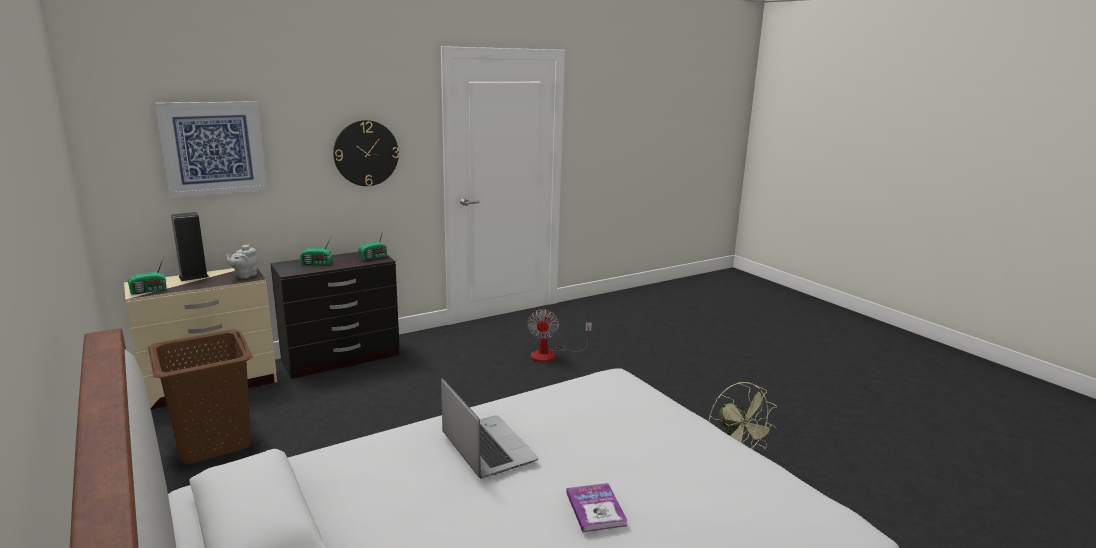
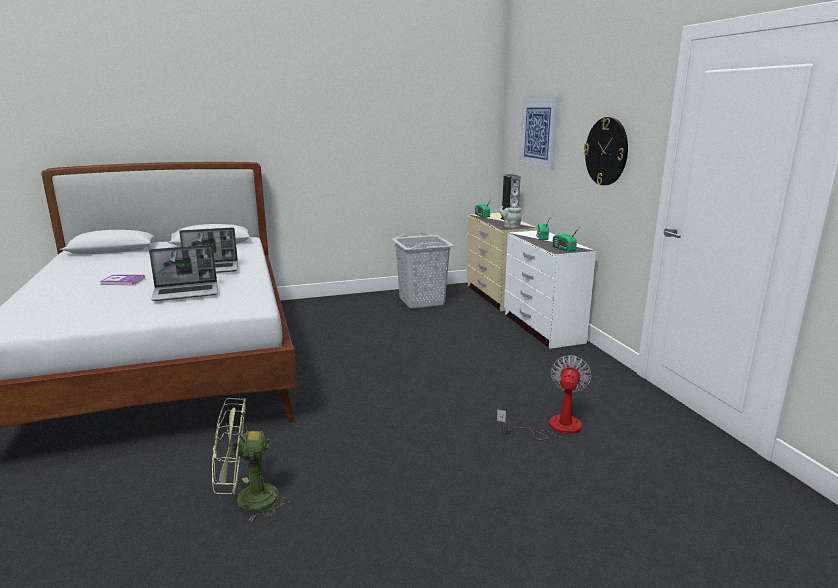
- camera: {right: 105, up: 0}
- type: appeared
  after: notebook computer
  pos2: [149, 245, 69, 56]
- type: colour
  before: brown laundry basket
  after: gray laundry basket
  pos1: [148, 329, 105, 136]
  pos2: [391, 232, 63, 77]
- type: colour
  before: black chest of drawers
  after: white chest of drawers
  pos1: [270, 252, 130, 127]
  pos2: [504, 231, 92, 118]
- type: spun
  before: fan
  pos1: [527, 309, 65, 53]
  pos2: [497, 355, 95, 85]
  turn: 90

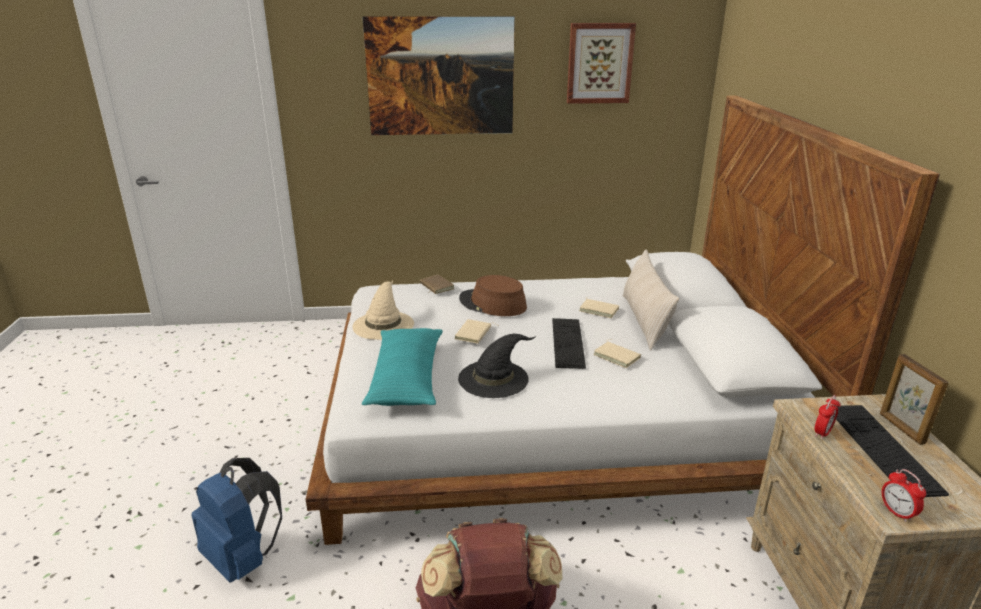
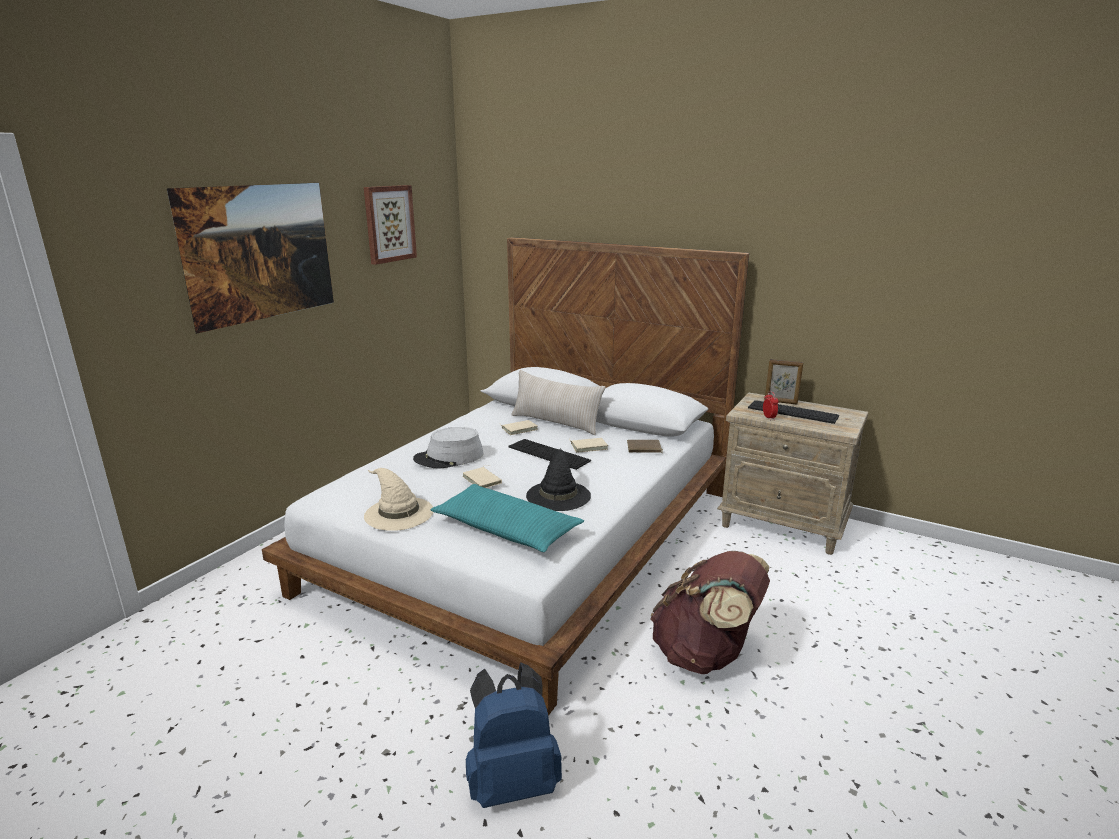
- camera: {right: -55, up: -5}
- type: missing
  before: table clock
  pos1: [882, 469, 44, 53]
- type: relocated
  before: brown bound book
  pos1: [420, 274, 34, 20]
  pos2: [627, 440, 36, 13]
- type: colour
  before: brown clothing hat
  after: gray clothing hat
  pos1: [459, 275, 68, 41]
  pos2: [413, 427, 70, 42]

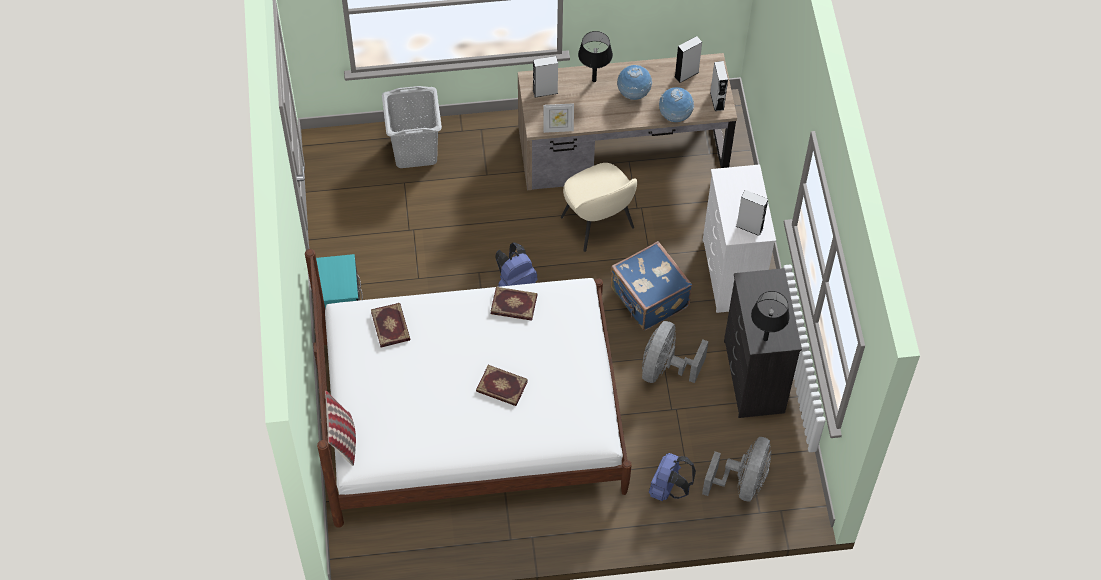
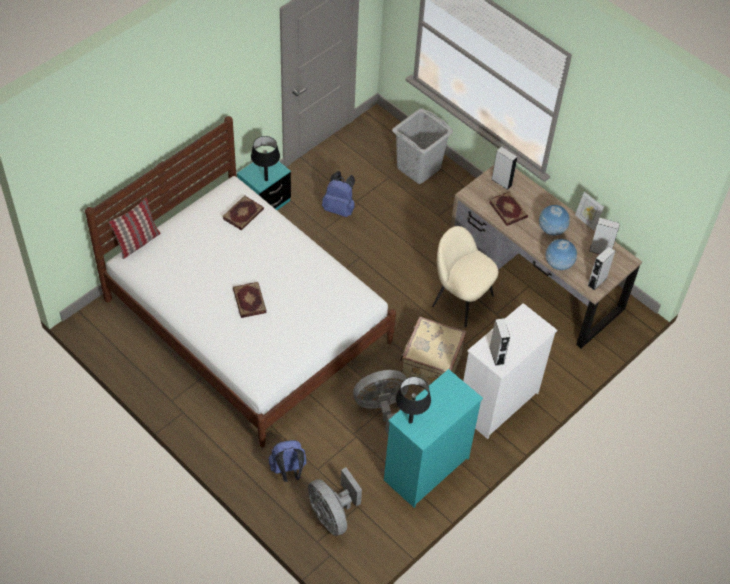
- camera: {right: 50, up: -5}
- type: relocated
  before: bound book
  pos1: [490, 287, 47, 34]
  pos2: [489, 191, 39, 35]
- type: relocated
  before: bluish backpack
  pos1: [495, 242, 42, 45]
  pos2: [322, 171, 33, 46]
- type: relocated
  before: picture frame
  pos1: [543, 103, 31, 30]
  pos2: [575, 192, 29, 38]
- type: relocated
  before: black table lamp
  pos1: [578, 31, 35, 51]
  pos2: [251, 136, 29, 45]
- type: colour
  before: bluish suitcase
  after: beige suitcase
  pos1: [611, 241, 81, 90]
  pos2: [400, 317, 66, 68]
- type: colour
  before: black chest of drawers
  after: blue-green chest of drawers
  pos1: [724, 268, 78, 150]
  pos2: [384, 369, 99, 139]
- type: spun
  before: beige chair
  pos1: [561, 163, 76, 89]
  pos2: [432, 226, 66, 102]
  turn: 105
- type: spun
  before: gray fan
  pos1: [702, 437, 69, 65]
  pos2: [308, 467, 54, 69]
  turn: 75

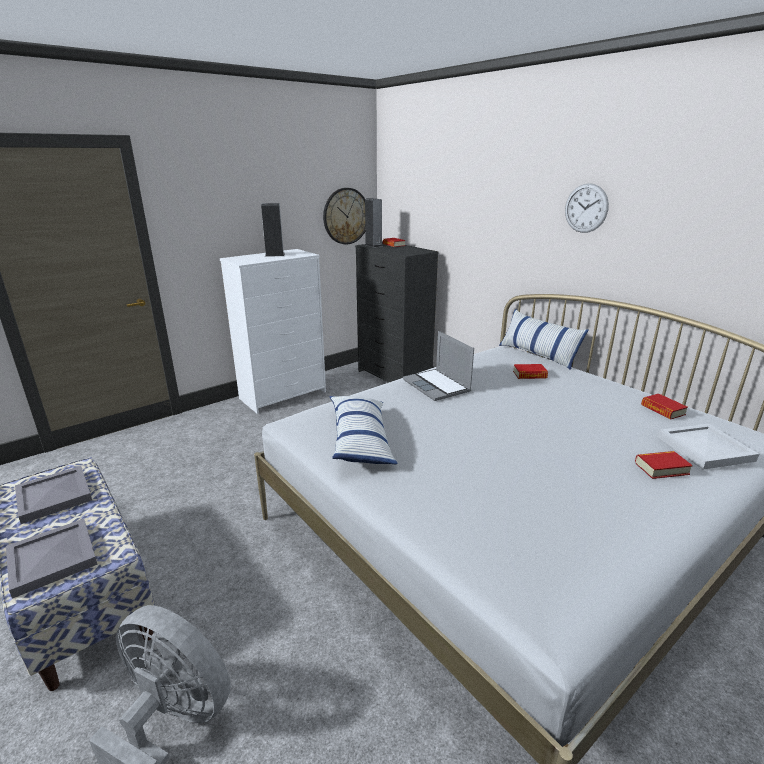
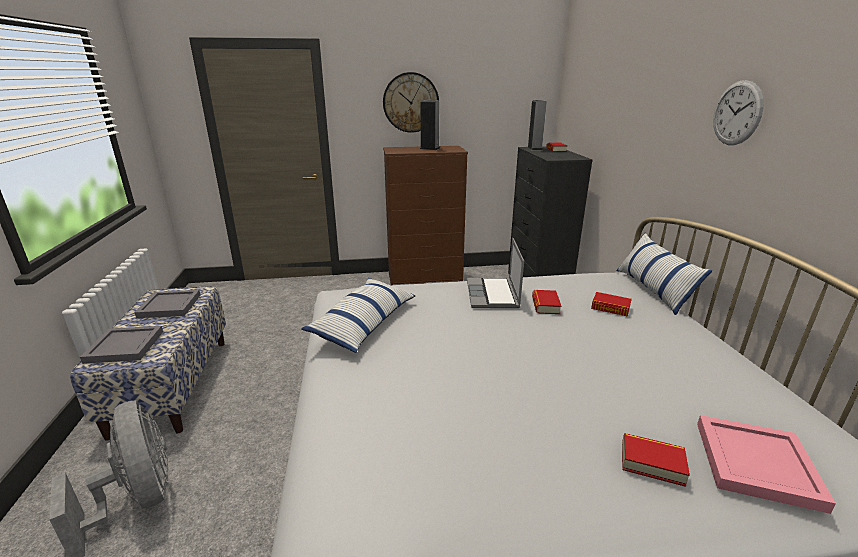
- camera: {right: 30, up: 0}
- type: relocated
  before: hanging clock
  pos1: [323, 188, 42, 56]
  pos2: [383, 72, 56, 61]
- type: relocated
  before: bound book
  pos1: [641, 394, 47, 25]
  pos2: [532, 290, 29, 24]
- type: colour
  before: white chest of drawers
  after: brown chest of drawers
  pos1: [220, 249, 106, 165]
  pos2: [383, 146, 85, 139]
- type: colour
  before: white tray
  after: pink-coloured tray
  pos1: [658, 424, 101, 45]
  pos2: [697, 415, 139, 99]

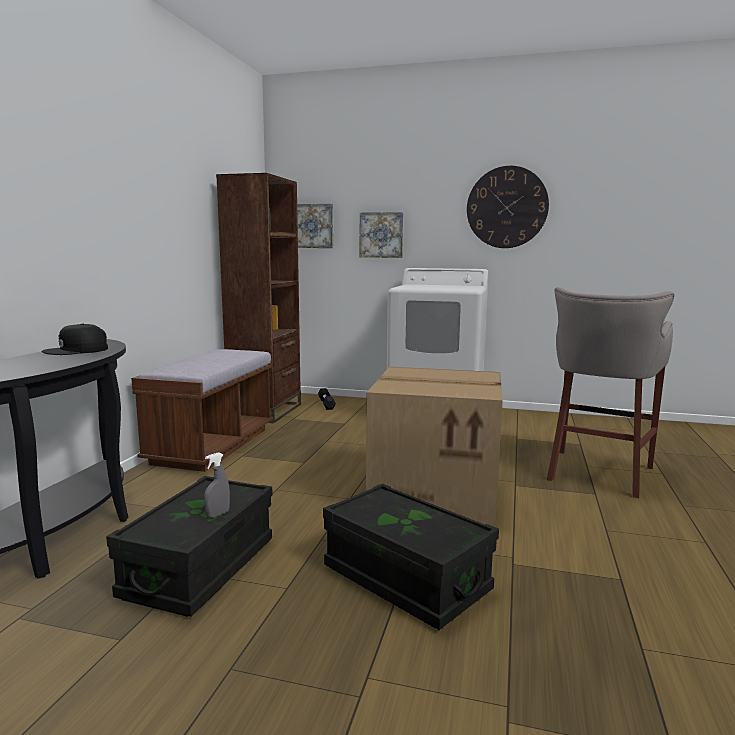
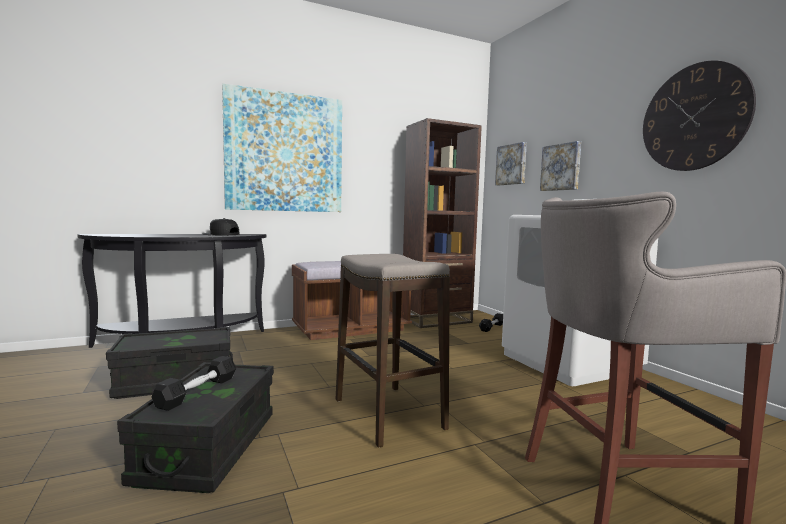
- camera: {right: 50, up: -5}
- type: missing
  before: gray sprayer
  pos1: [204, 452, 26, 66]
- type: appeared
  after: black hand weight
  pos2: [151, 356, 85, 55]
- type: appeared
  after: wall picture
  pos2: [222, 84, 120, 128]
- type: exchanged
  before: cardboard box
  after: sitting stool
  pos1: [366, 367, 137, 160]
  pos2: [336, 254, 114, 194]

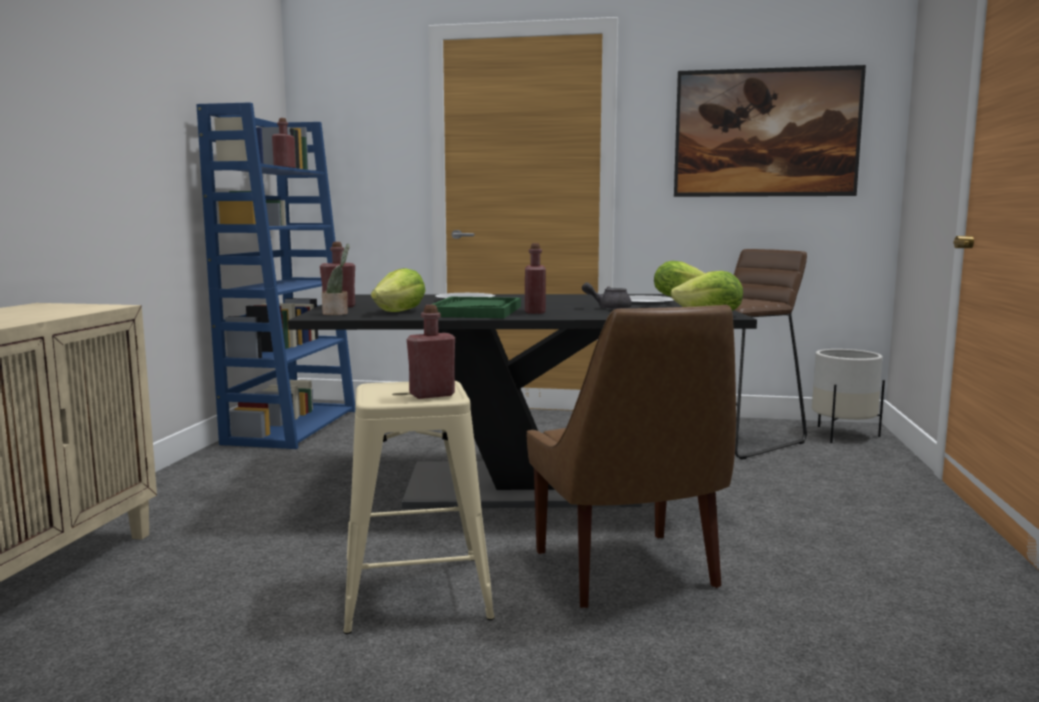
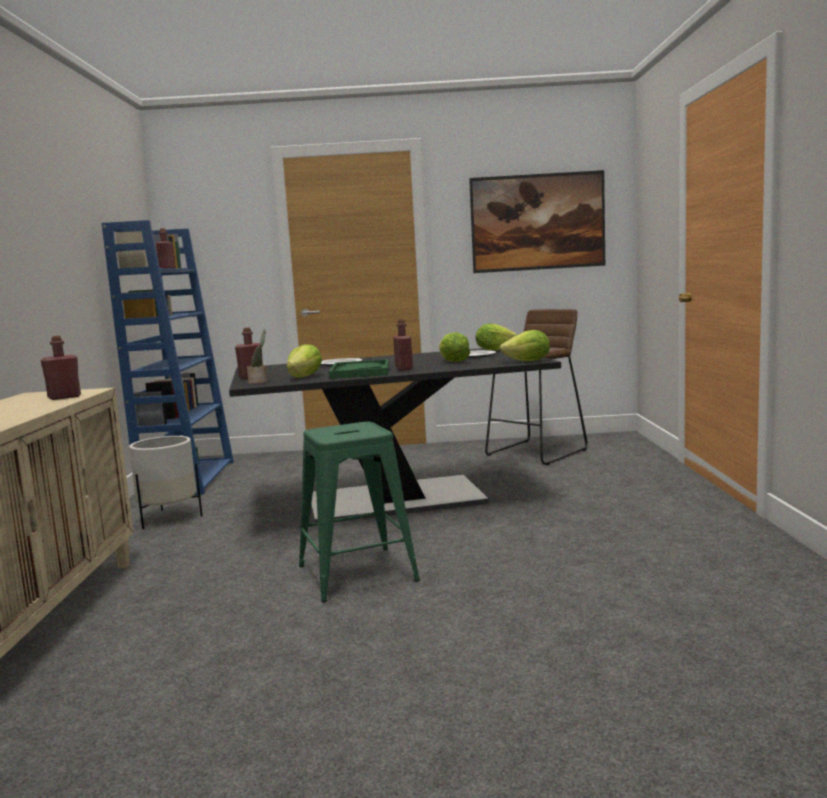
- camera: {right: -10, up: 0}
- type: missing
  before: brown chair
  pos1: [527, 305, 209, 303]
- type: relocated
  before: red beverage bottle
  pos1: [407, 305, 48, 94]
  pos2: [40, 336, 41, 64]
- type: relocated
  before: white planter
  pos1: [812, 349, 73, 94]
  pos2: [129, 436, 74, 93]
- type: exchanged
  before: gray teapot
  after: lettuce head
  pos1: [582, 282, 50, 28]
  pos2: [439, 332, 31, 30]
- type: colour
  before: beige sitting stool
  after: green-coloured sitting stool
  pos1: [343, 381, 152, 253]
  pos2: [299, 422, 121, 180]

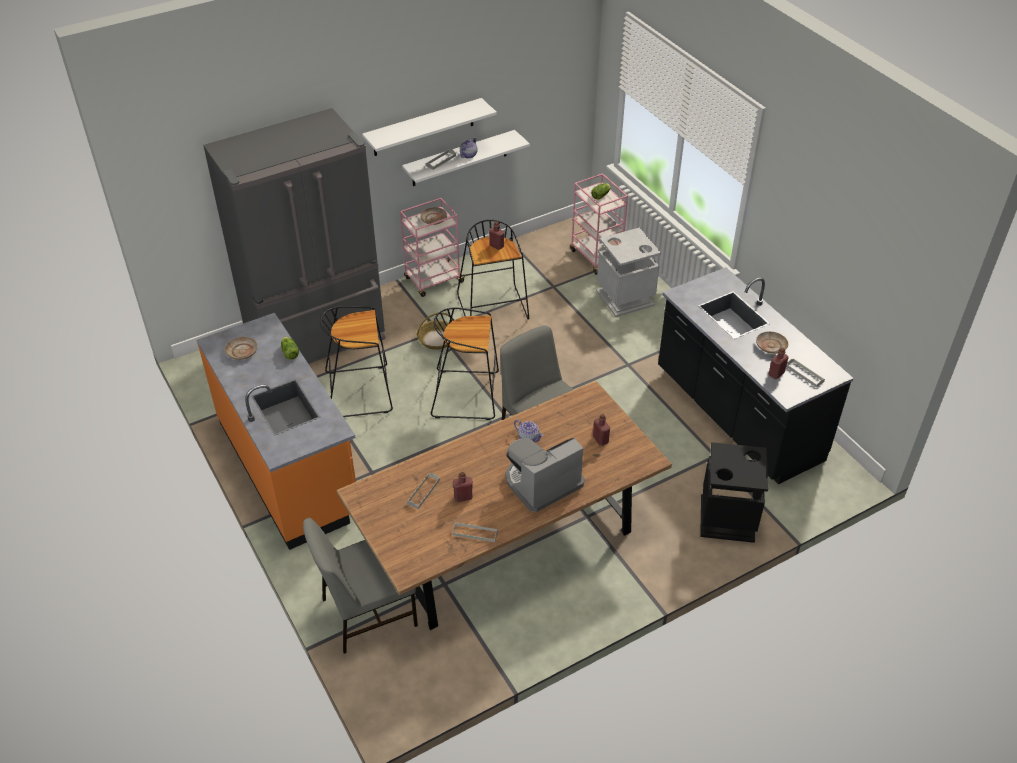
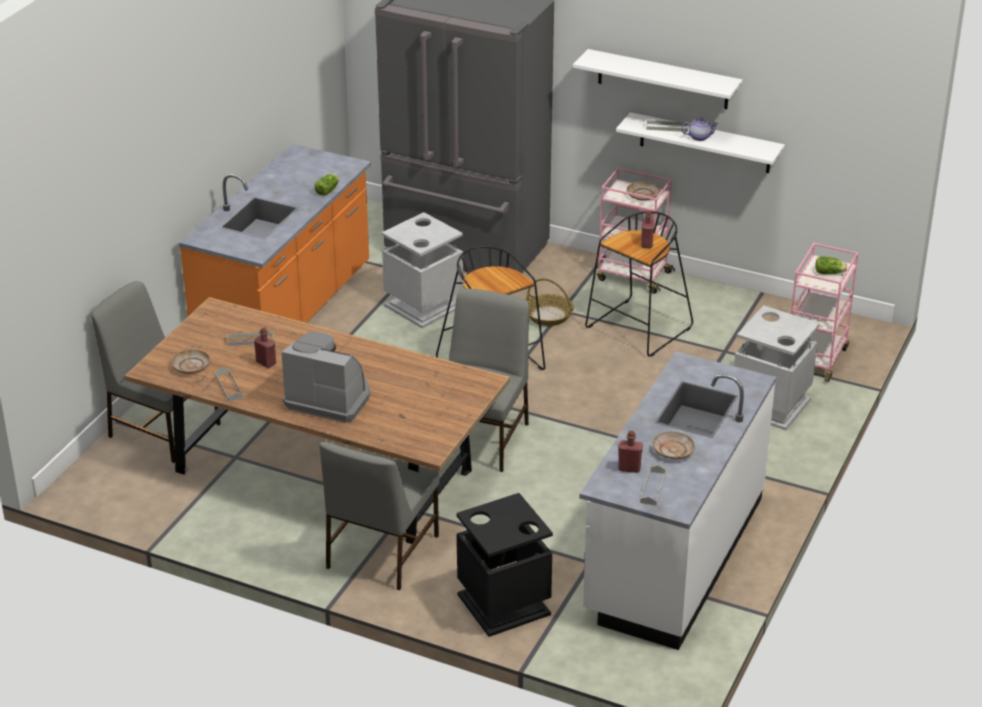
- camera: {right: 55, up: -10}
- type: missing
  before: teapot
  pos1: [514, 419, 29, 23]
- type: missing
  before: red beverage bottle
  pos1: [593, 414, 17, 32]
- type: appeared
  after: gray chair
  pos2: [319, 442, 120, 148]
- type: relocated
  before: beige plate
  pos1: [225, 337, 33, 23]
  pos2: [171, 350, 39, 24]
- type: exchanged
  before: black sitting stool
  after: gray waste bin
  pos1: [320, 306, 73, 111]
  pos2: [382, 212, 81, 116]
- type: colour
  before: black counter
  after: white counter
  pos1: [658, 267, 195, 217]
  pos2: [579, 351, 197, 299]

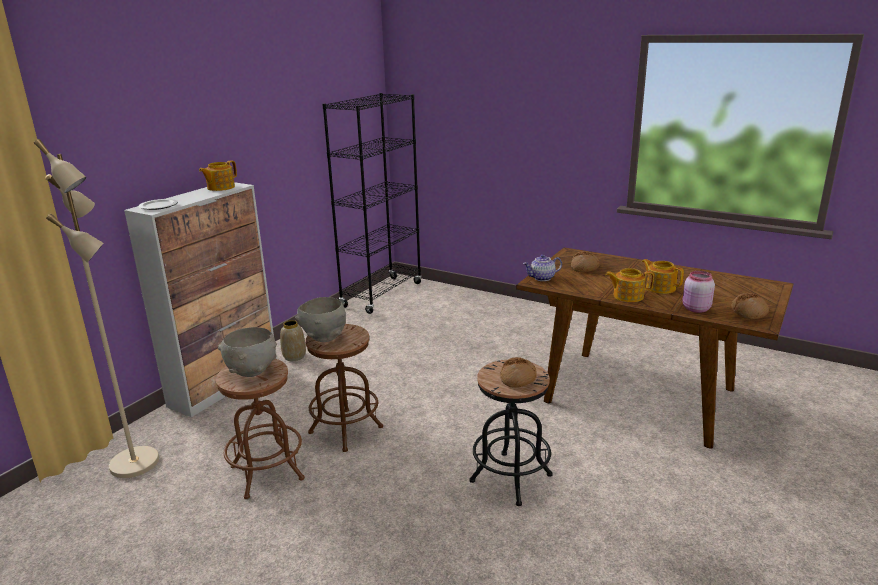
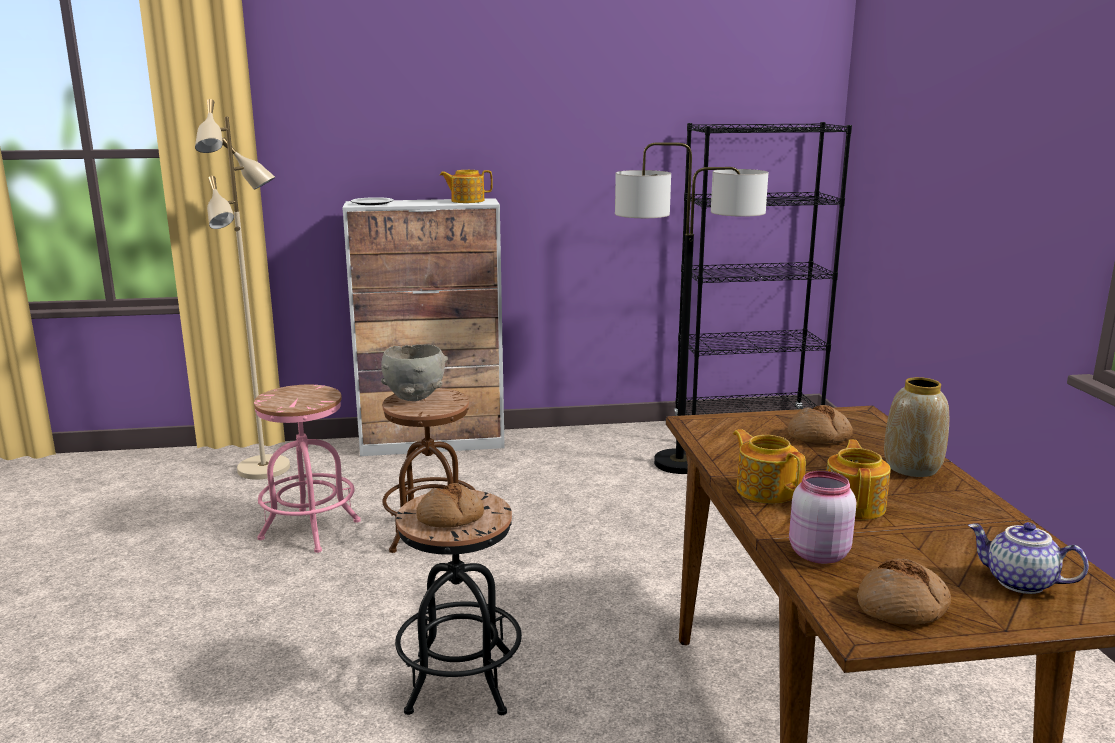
- camera: {right: 50, up: -5}
- type: missing
  before: gray serving bowl
  pos1: [218, 327, 59, 50]
- type: appeared
  after: standard lamp
  pos2: [615, 143, 153, 331]
- type: relocated
  before: decorative vase
  pos1: [280, 320, 26, 41]
  pos2: [884, 377, 65, 100]
- type: relocated
  before: teapot
  pos1: [523, 254, 39, 27]
  pos2: [968, 522, 121, 72]
- type: colour
  before: brown sitting stool
  after: pink-coloured sitting stool
  pos1: [216, 359, 89, 140]
  pos2: [254, 385, 107, 168]

